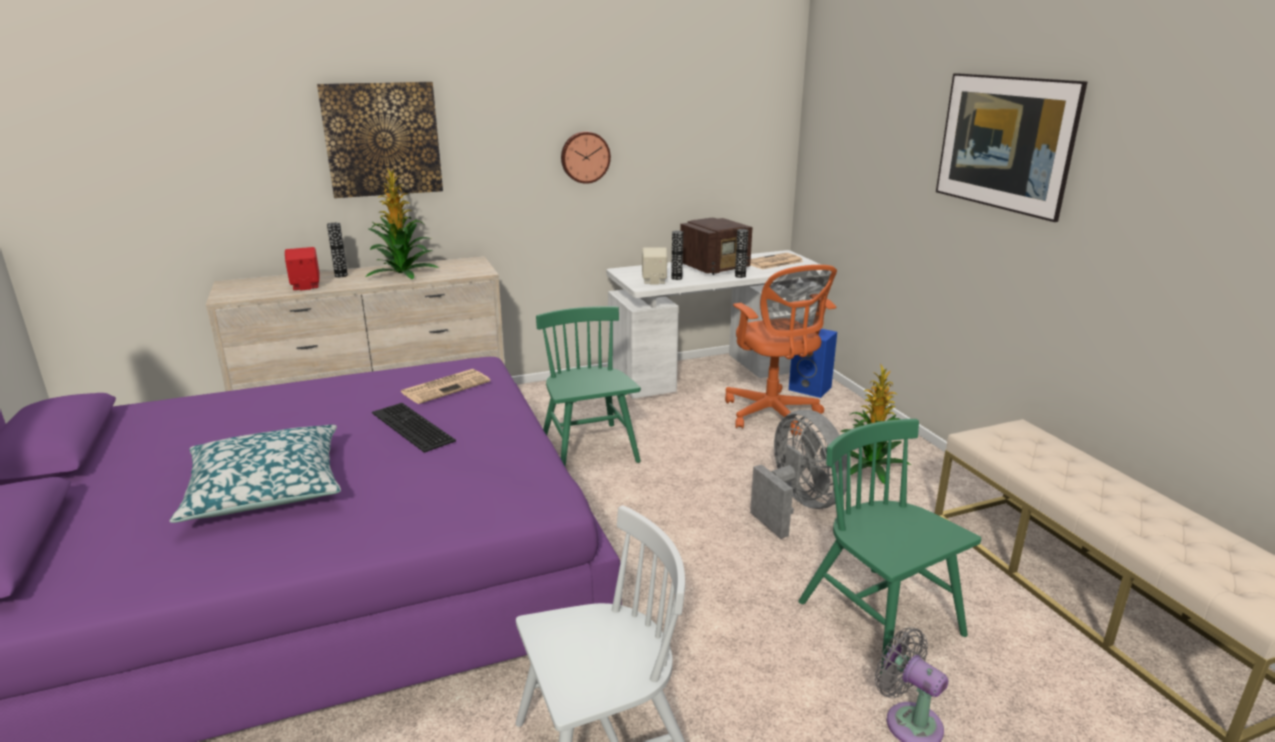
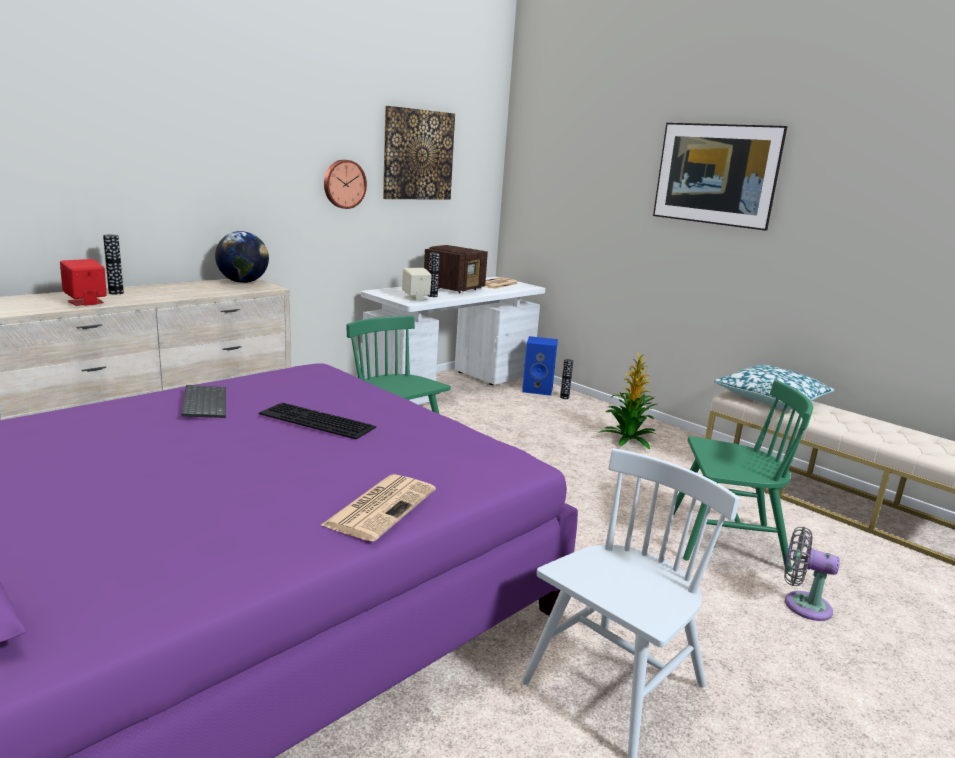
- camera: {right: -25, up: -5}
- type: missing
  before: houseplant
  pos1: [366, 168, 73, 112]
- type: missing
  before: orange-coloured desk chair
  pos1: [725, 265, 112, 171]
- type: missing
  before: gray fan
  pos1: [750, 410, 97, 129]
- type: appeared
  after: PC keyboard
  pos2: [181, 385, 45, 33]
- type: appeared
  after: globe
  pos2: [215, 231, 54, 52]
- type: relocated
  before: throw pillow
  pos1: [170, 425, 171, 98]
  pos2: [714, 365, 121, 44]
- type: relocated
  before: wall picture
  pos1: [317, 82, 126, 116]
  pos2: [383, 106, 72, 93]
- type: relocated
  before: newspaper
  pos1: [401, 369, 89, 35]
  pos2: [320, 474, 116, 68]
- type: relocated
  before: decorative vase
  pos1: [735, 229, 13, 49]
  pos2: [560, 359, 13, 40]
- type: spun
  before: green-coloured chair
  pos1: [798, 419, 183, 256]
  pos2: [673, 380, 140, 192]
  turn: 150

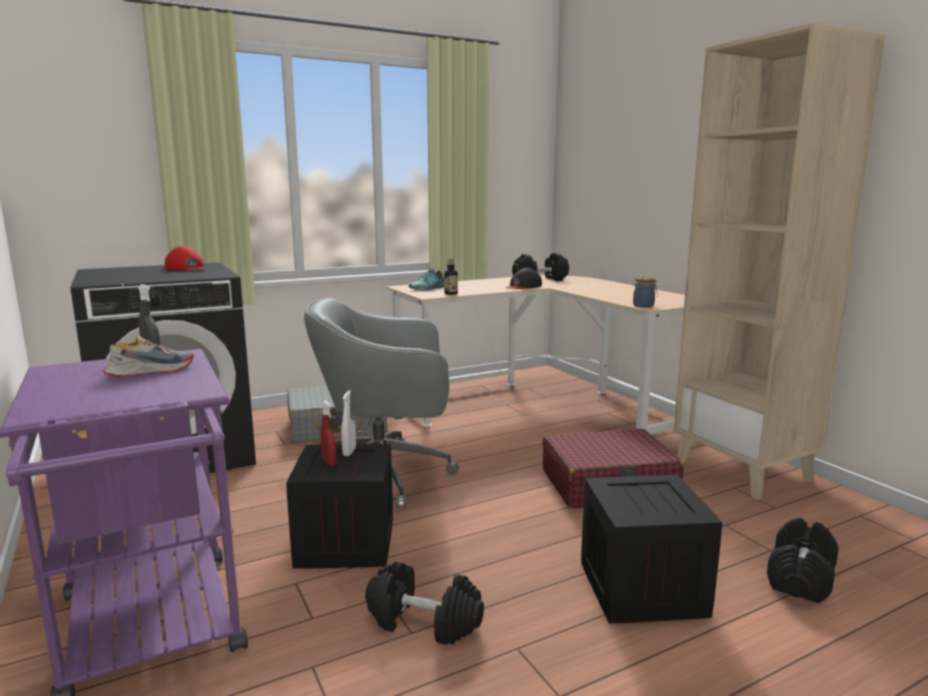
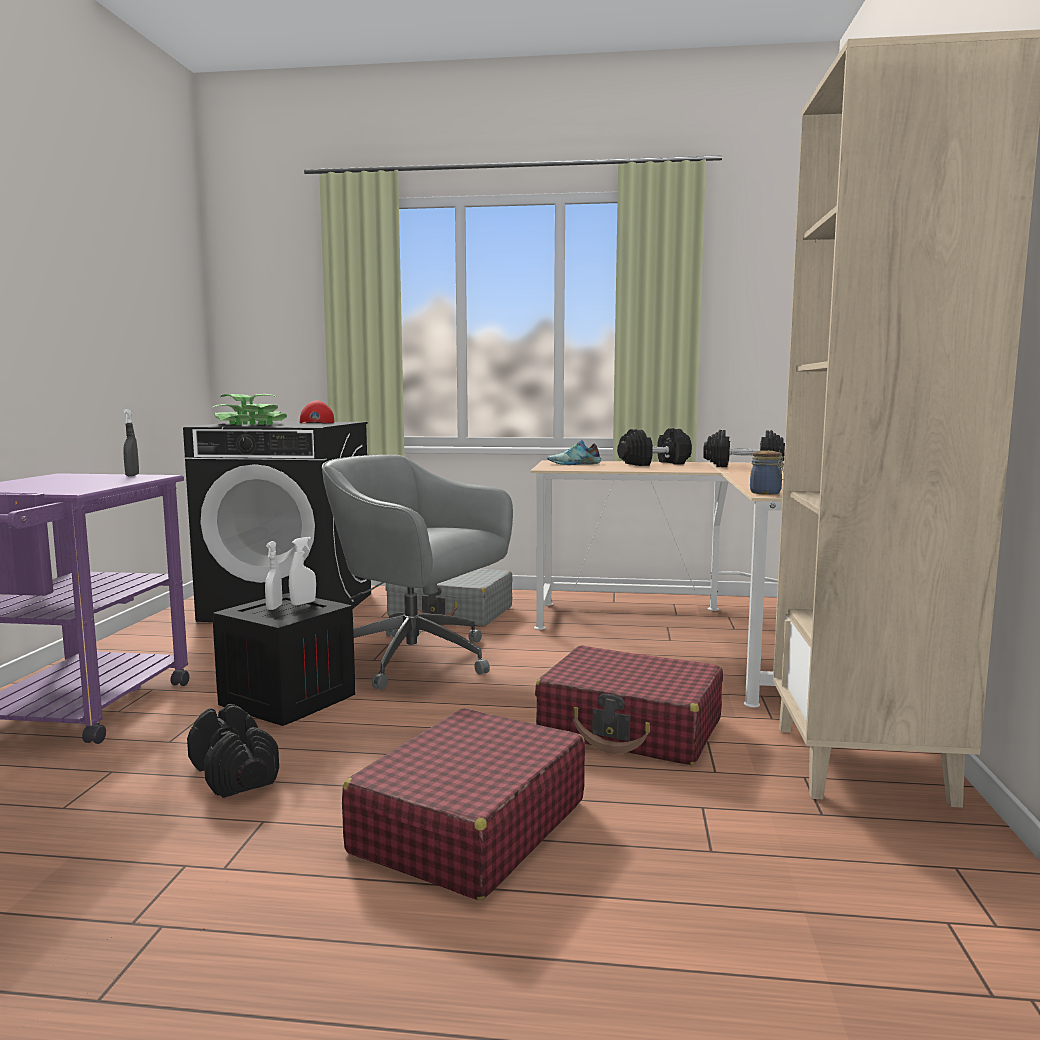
- camera: {right: 35, up: -5}
- type: missing
  before: item of footwear
  pos1: [103, 335, 91, 42]
- type: missing
  before: beverage bottle
  pos1: [444, 259, 14, 36]
- type: missing
  before: black baseball cap
  pos1: [506, 268, 36, 21]
- type: appeared
  after: houseplant
  pos2: [213, 394, 74, 31]
- type: relocated
  before: black hand weight
  pos1: [767, 518, 72, 85]
  pos2: [617, 428, 75, 38]
- type: exchanged
  before: shipping crate
  after: red suitcase
  pos1: [581, 475, 141, 148]
  pos2: [342, 708, 243, 192]
- type: colour
  before: red sprayer
  after: white sprayer
  pos1: [321, 401, 16, 65]
  pos2: [265, 541, 17, 69]

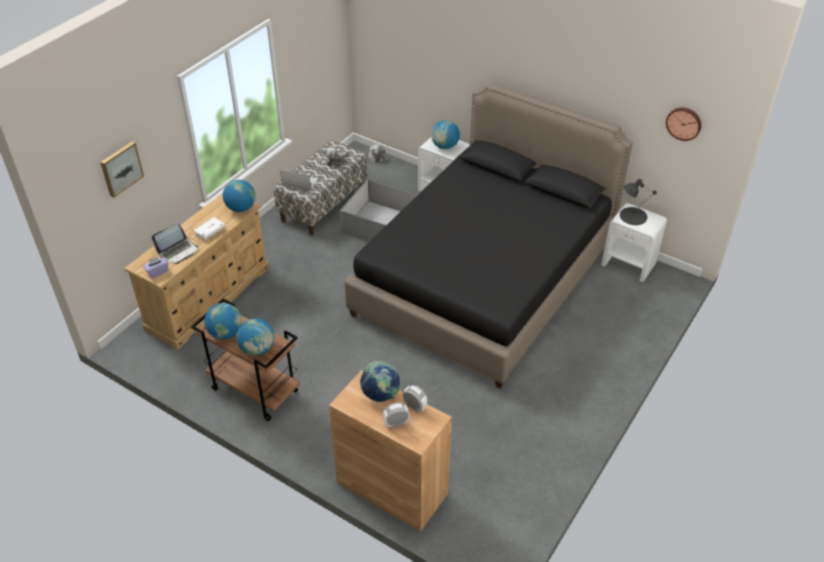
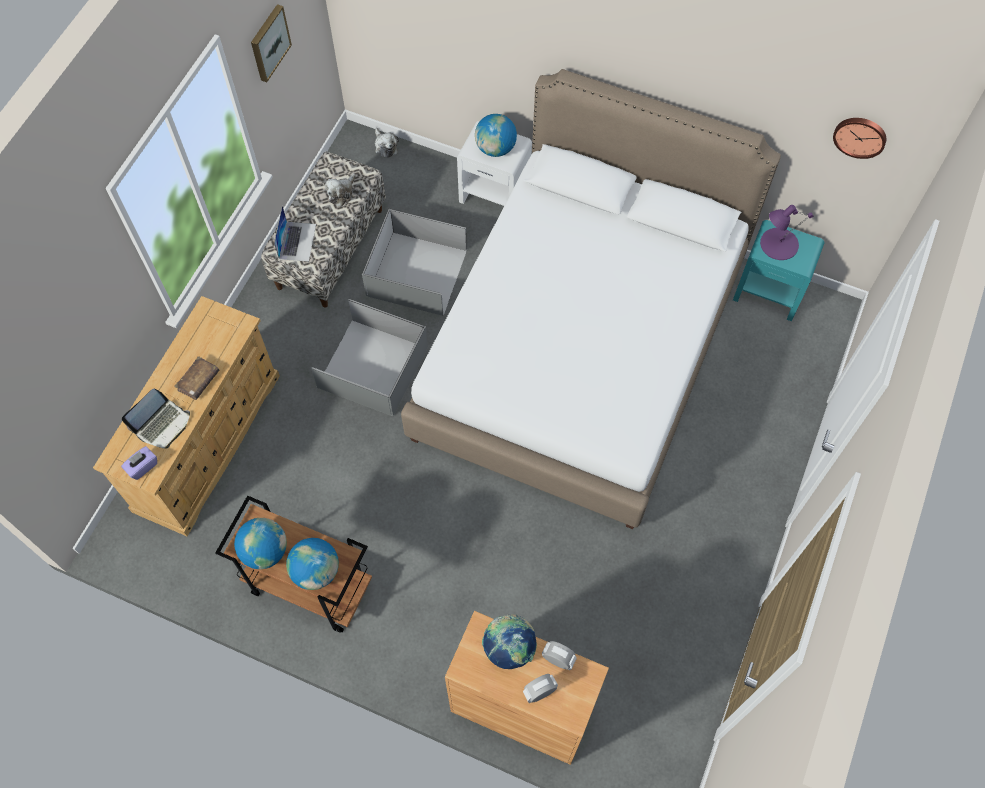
- camera: {right: -10, up: 20}
- type: missing
  before: globe
  pos1: [223, 180, 33, 32]
- type: appeared
  after: gray storage container
  pos2: [311, 299, 117, 117]
- type: relocated
  before: wall picture
  pos1: [100, 141, 44, 56]
  pos2: [251, 4, 41, 78]
- type: colour
  before: white bound book
  after: brown bound book
  pos1: [193, 217, 32, 24]
  pos2: [174, 356, 46, 44]
- type: colour
  before: black bed
  after: white bed
  pos1: [344, 83, 289, 306]
  pos2: [401, 69, 380, 460]
- type: colour
  before: white night table
  after: blue-green night table
  pos1: [601, 203, 66, 79]
  pos2: [733, 220, 92, 101]
- type: colour
  before: black table lamp
  after: purplish table lamp
  pos1: [620, 179, 37, 46]
  pos2: [760, 205, 53, 55]
- type: spun
  before: notebook computer
  pos1: [280, 170, 38, 21]
  pos2: [274, 206, 42, 56]
  turn: 90

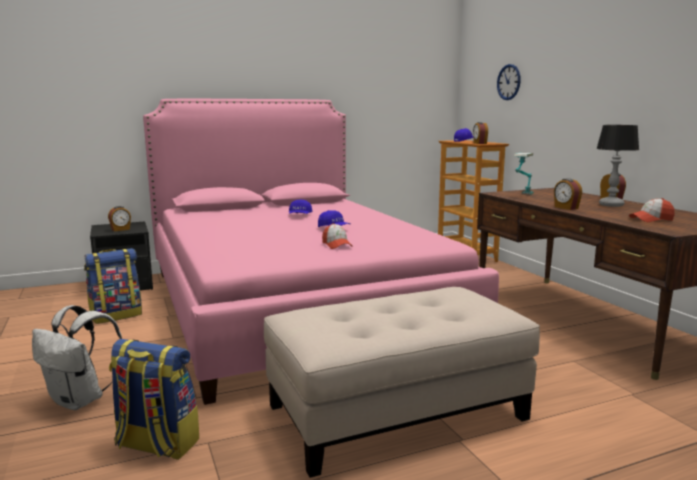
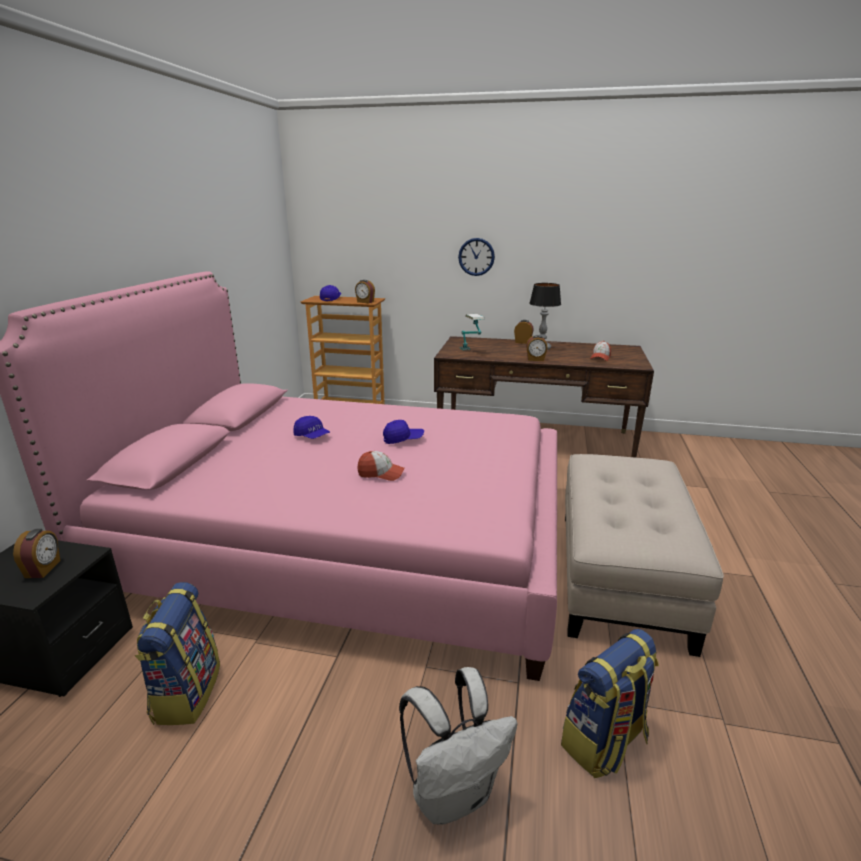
- camera: {right: -55, up: 10}
- type: relocated
  before: baseball cap
  pos1: [322, 223, 31, 26]
  pos2: [358, 451, 47, 30]
- type: relocated
  before: hanging clock
  pos1: [497, 64, 24, 36]
  pos2: [458, 238, 37, 38]

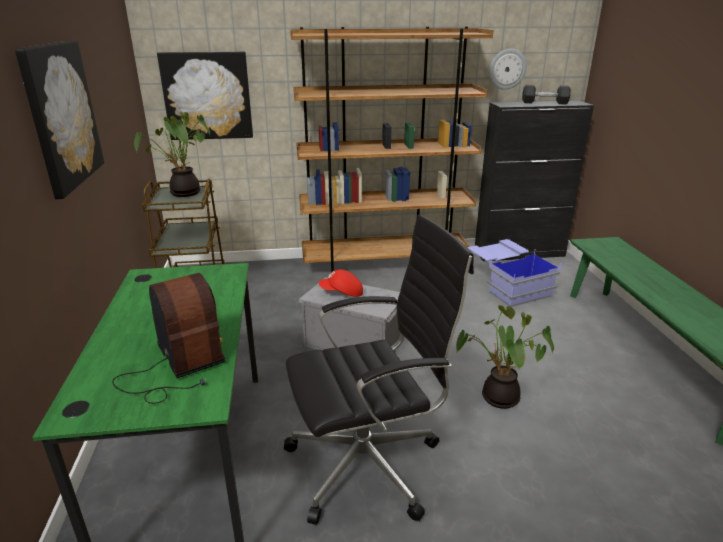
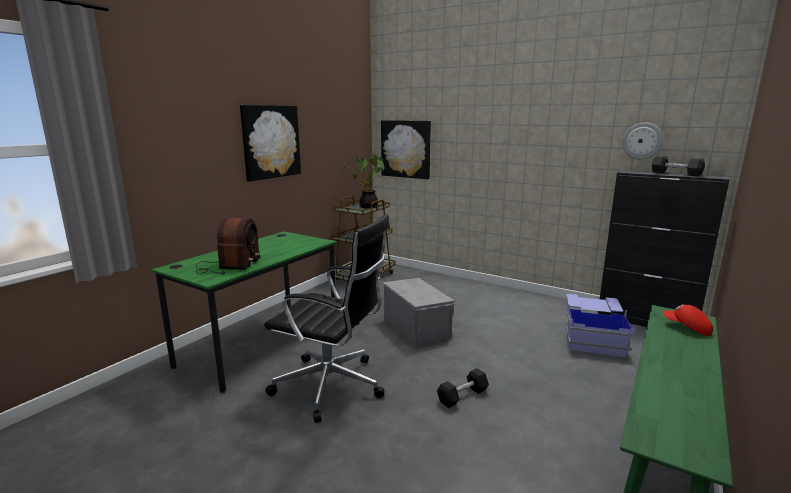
- camera: {right: 40, up: -10}
- type: missing
  before: brown shelving unit
  pos1: [290, 27, 204, 245]
- type: relocated
  before: red baseball cap
  pos1: [319, 269, 44, 28]
  pos2: [663, 304, 50, 32]
- type: exchanged
  before: houseplant
  after: black hand weight
  pos1: [456, 305, 98, 104]
  pos2: [437, 368, 52, 40]

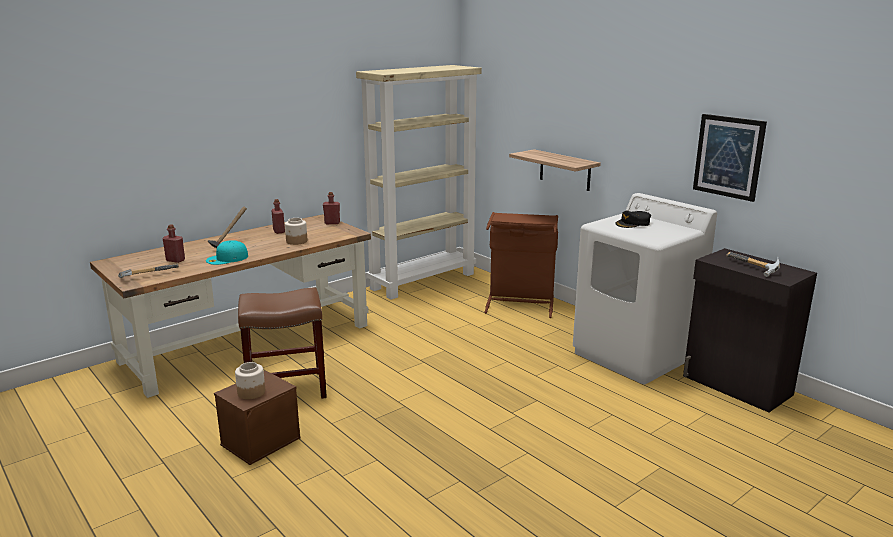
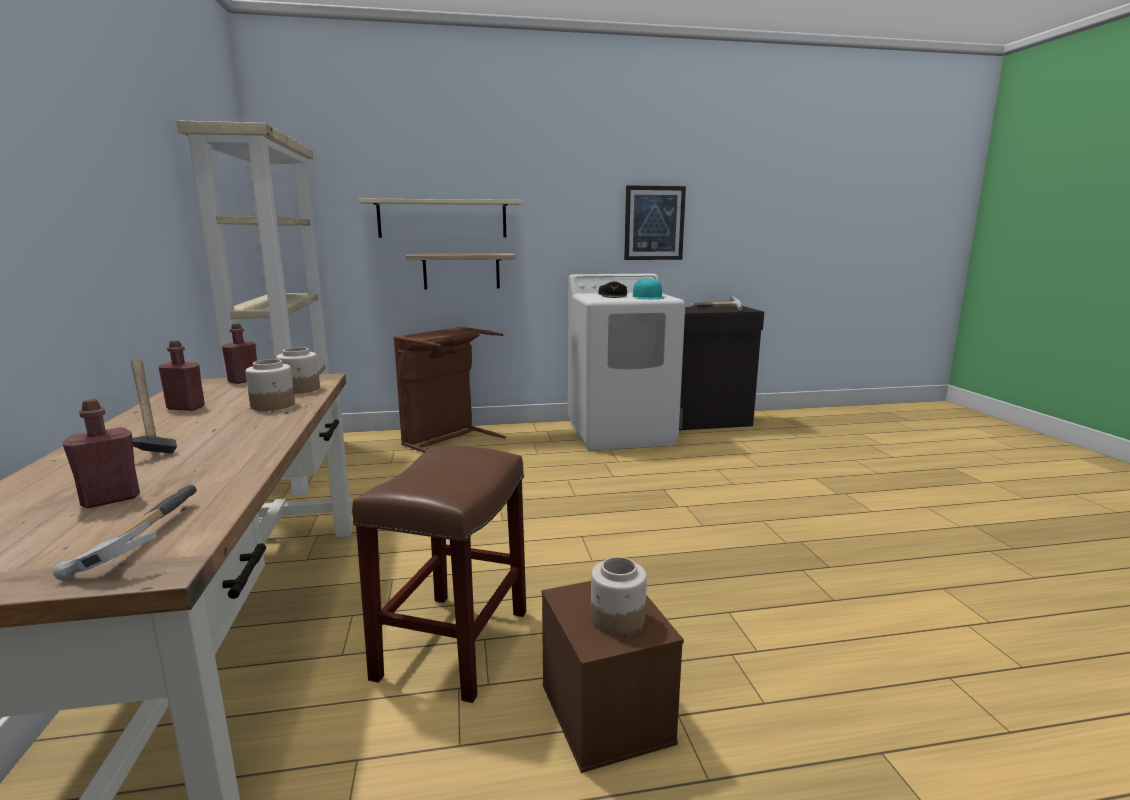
- camera: {right: -60, up: -5}
- type: appeared
  after: preserve jar
  pos2: [276, 347, 44, 47]
- type: appeared
  after: beige bracket shelf
  pos2: [357, 198, 165, 40]
- type: relocated
  before: blue-green baseball cap
  pos1: [206, 240, 42, 25]
  pos2: [633, 278, 31, 21]

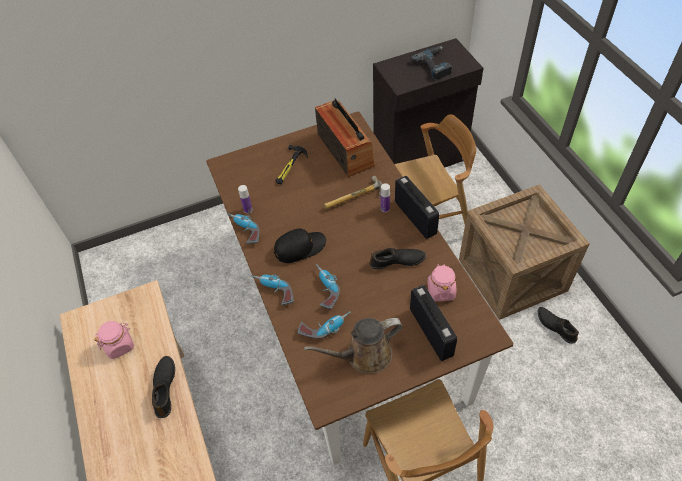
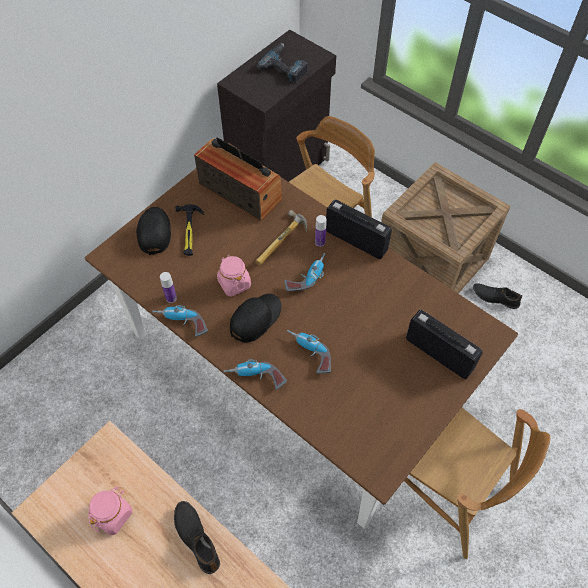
- camera: {right: -30, up: 5}
- type: missing
  before: brown watering can
  pos1: [304, 318, 99, 55]
- type: missing
  before: black item of footwear
  pos1: [369, 248, 57, 21]
- type: appeared
  after: black baseball cap
  pos2: [136, 207, 35, 48]
- type: relocated
  before: power drill
  pos1: [298, 311, 53, 27]
  pos2: [285, 253, 40, 38]
- type: relocated
  before: pink-coloured preserve jar
  pos1: [427, 264, 30, 37]
  pos2: [217, 255, 34, 42]

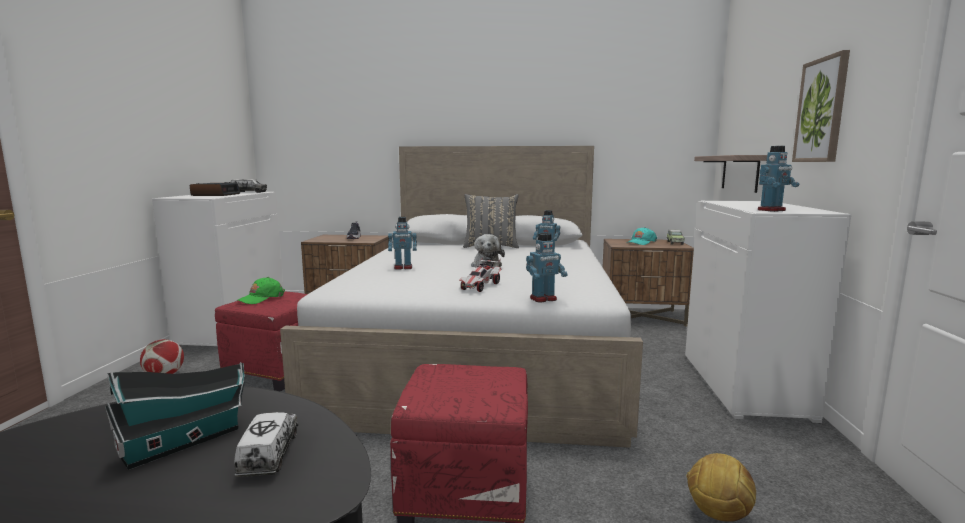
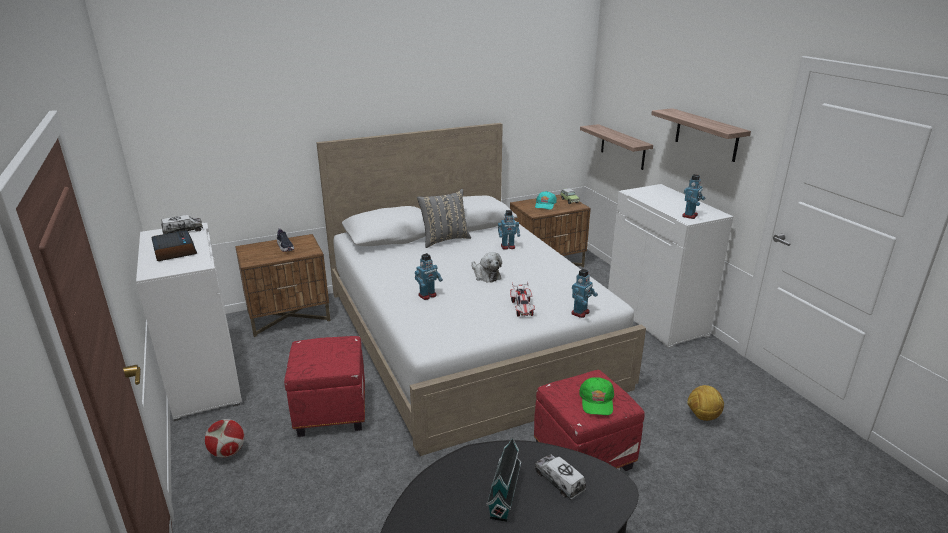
- camera: {right: -30, up: 15}
- type: relocated
  before: green-coloured baseball cap
  pos1: [238, 277, 47, 27]
  pos2: [579, 377, 35, 38]
- type: exchanged
  before: wall picture
  after: bracket shelf
  pos1: [792, 50, 58, 112]
  pos2: [651, 108, 100, 54]

